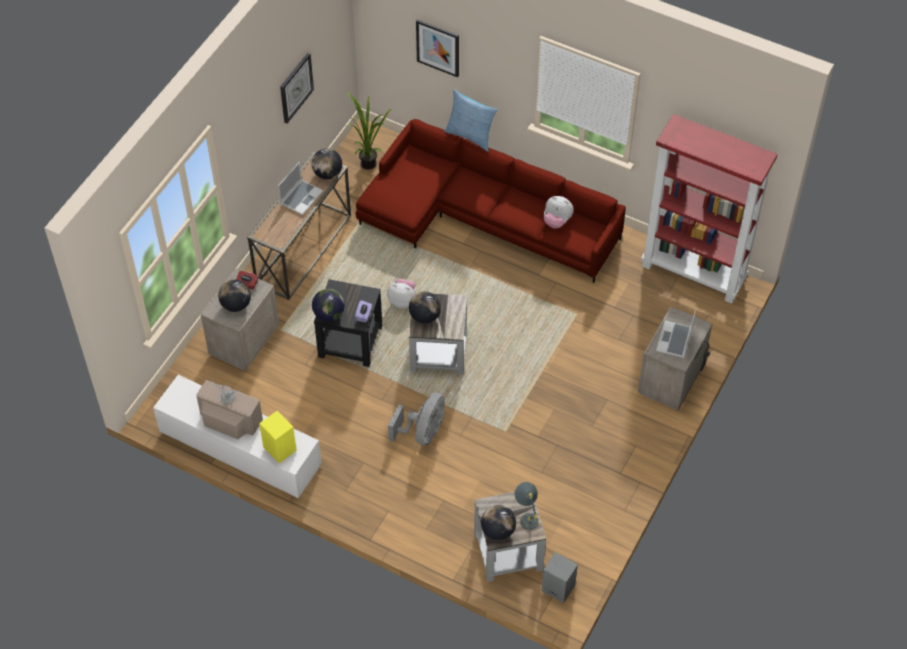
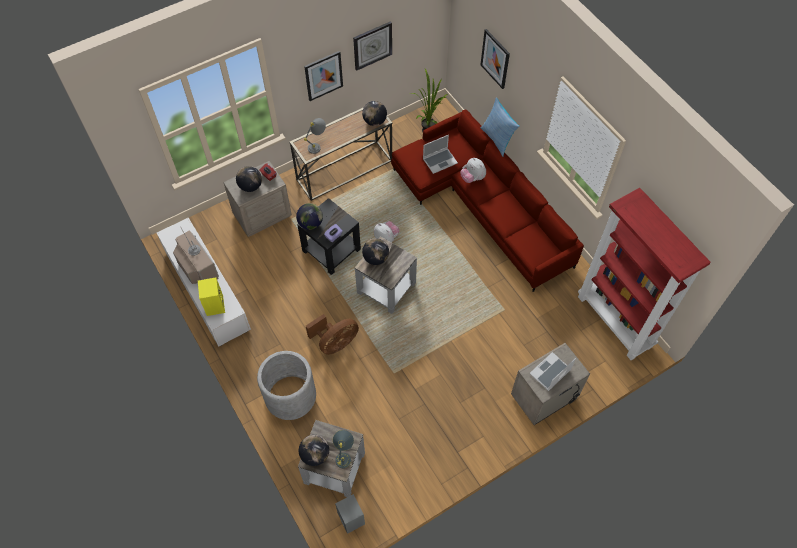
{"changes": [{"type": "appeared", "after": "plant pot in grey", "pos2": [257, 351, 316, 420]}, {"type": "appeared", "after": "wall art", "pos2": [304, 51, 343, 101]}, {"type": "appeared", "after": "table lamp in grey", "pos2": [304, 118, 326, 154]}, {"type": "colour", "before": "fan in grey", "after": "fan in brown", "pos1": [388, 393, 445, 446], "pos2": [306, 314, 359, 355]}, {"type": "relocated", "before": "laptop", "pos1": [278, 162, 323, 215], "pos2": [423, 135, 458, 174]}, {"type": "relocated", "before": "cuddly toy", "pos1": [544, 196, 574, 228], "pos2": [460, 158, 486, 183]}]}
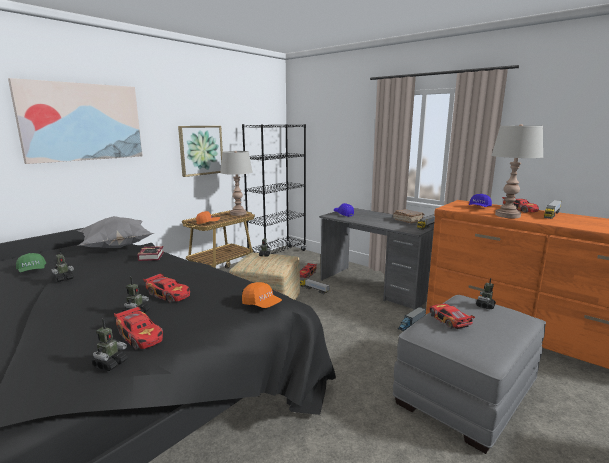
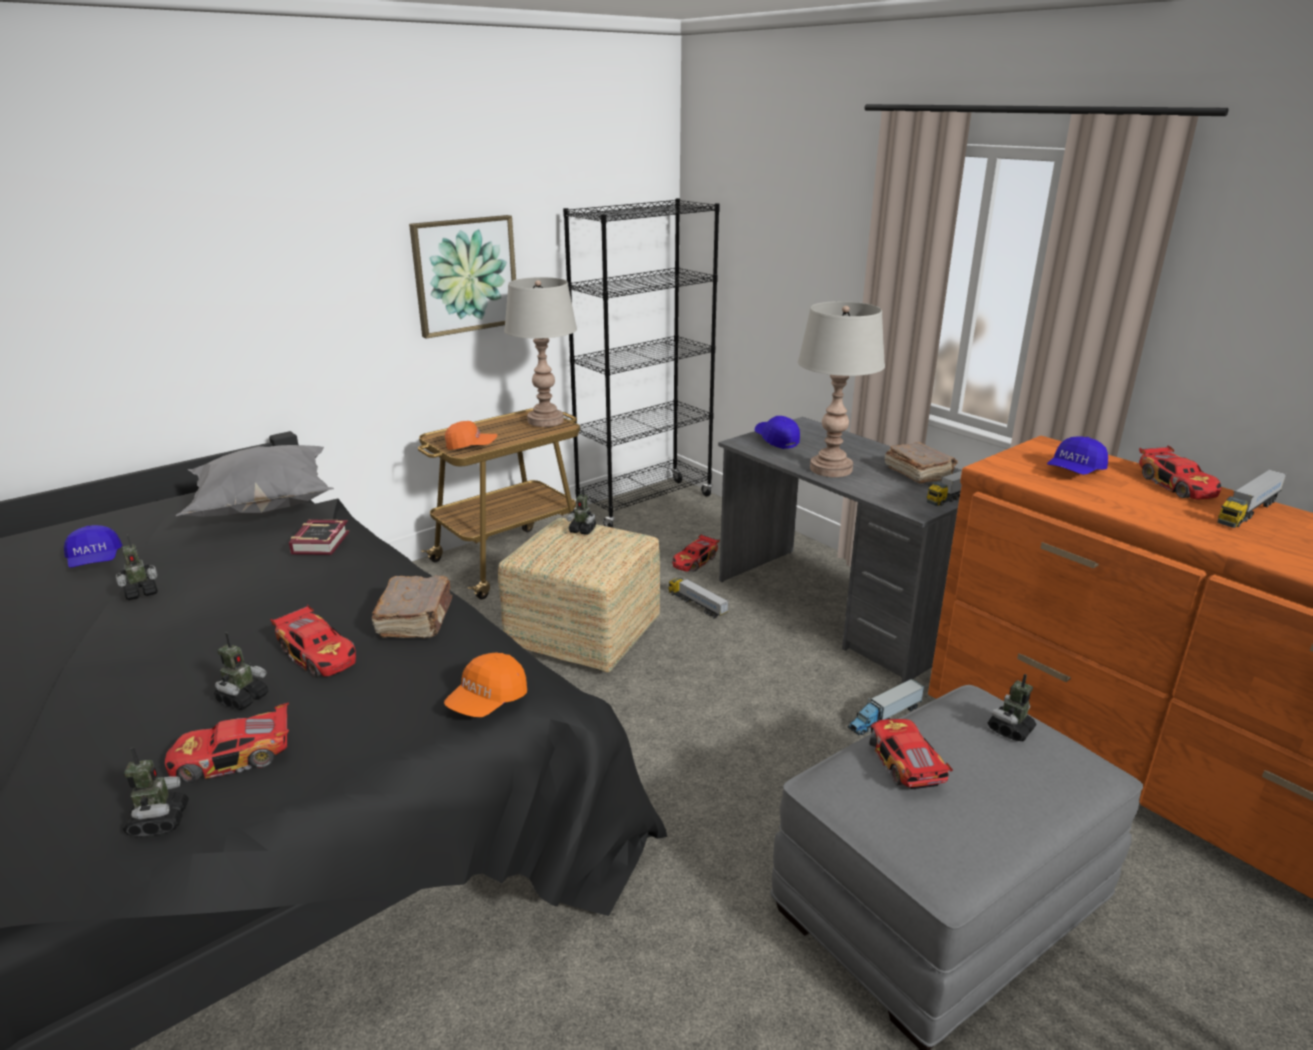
{"changes": [{"type": "colour", "before": "baseball cap in green-coloured", "after": "baseball cap in blue", "pos1": [16, 253, 46, 273], "pos2": [64, 525, 122, 568]}, {"type": "spun", "before": "model robot", "pos1": [91, 319, 127, 371], "pos2": [123, 748, 189, 836], "turn": -45}, {"type": "spun", "before": "miniature car", "pos1": [114, 306, 163, 349], "pos2": [165, 703, 289, 783], "turn": 105}, {"type": "appeared", "after": "book in brown", "pos2": [372, 575, 452, 638]}, {"type": "spun", "before": "baseball cap in orange", "pos1": [242, 282, 282, 308], "pos2": [444, 652, 527, 717], "turn": 75}, {"type": "relocated", "before": "table lamp in grey", "pos1": [491, 124, 543, 218], "pos2": [798, 301, 885, 477]}, {"type": "missing", "before": "wall art", "pos1": [8, 78, 143, 164]}]}
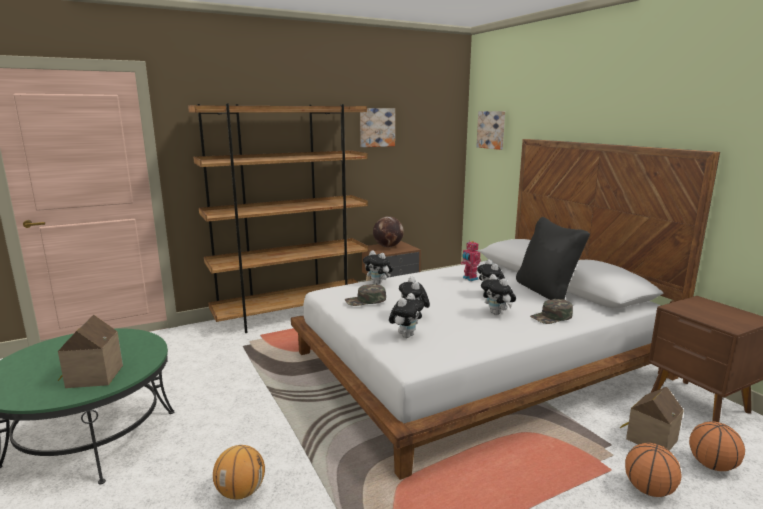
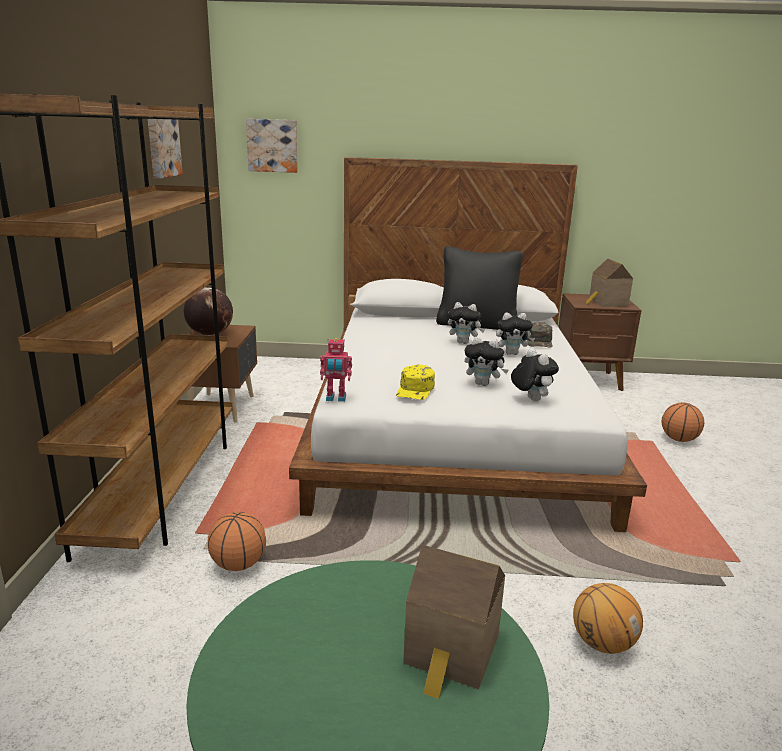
{"changes": [{"type": "relocated", "before": "basketball", "pos1": [689, 421, 745, 471], "pos2": [208, 512, 266, 571]}, {"type": "relocated", "before": "model robot", "pos1": [461, 241, 481, 281], "pos2": [320, 338, 352, 402]}, {"type": "colour", "before": "baseball cap in green-coloured", "after": "baseball cap in yellow-coloured", "pos1": [345, 284, 386, 306], "pos2": [396, 364, 435, 400]}, {"type": "relocated", "before": "miniature house", "pos1": [620, 387, 684, 451], "pos2": [585, 258, 633, 307]}, {"type": "missing", "before": "cuddly toy", "pos1": [363, 250, 393, 285]}]}
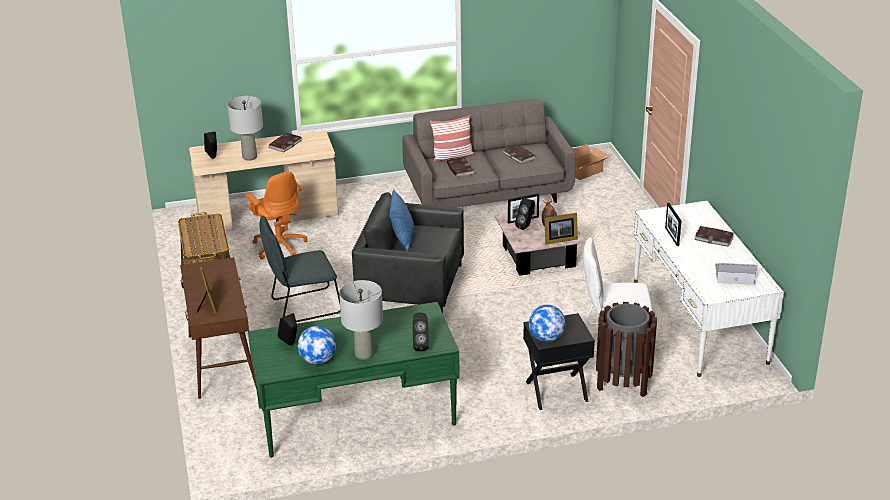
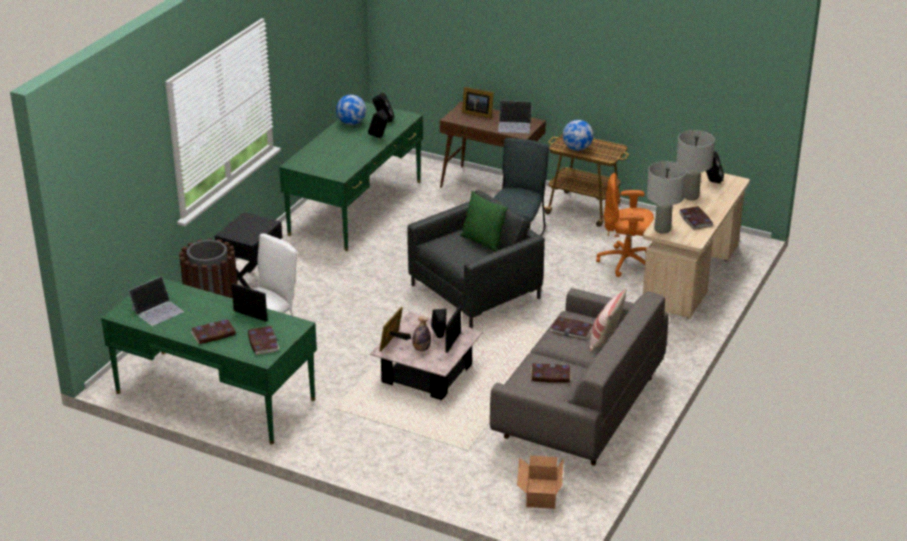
{"changes": [{"type": "colour", "before": "desk table in white", "after": "desk table in green-coloured", "pos1": [634, 201, 784, 377], "pos2": [101, 276, 317, 445]}, {"type": "appeared", "after": "book", "pos2": [248, 326, 279, 355]}, {"type": "relocated", "before": "speaker in blackish", "pos1": [413, 312, 429, 351], "pos2": [368, 109, 388, 138]}, {"type": "colour", "before": "pillow in blue", "after": "pillow in green-coloured", "pos1": [389, 189, 414, 251], "pos2": [460, 191, 508, 251]}, {"type": "appeared", "after": "laptop", "pos2": [498, 100, 532, 133]}, {"type": "relocated", "before": "world globe", "pos1": [529, 305, 566, 342], "pos2": [563, 120, 593, 151]}, {"type": "relocated", "before": "table lamp in grey", "pos1": [339, 280, 383, 360], "pos2": [647, 161, 687, 234]}]}
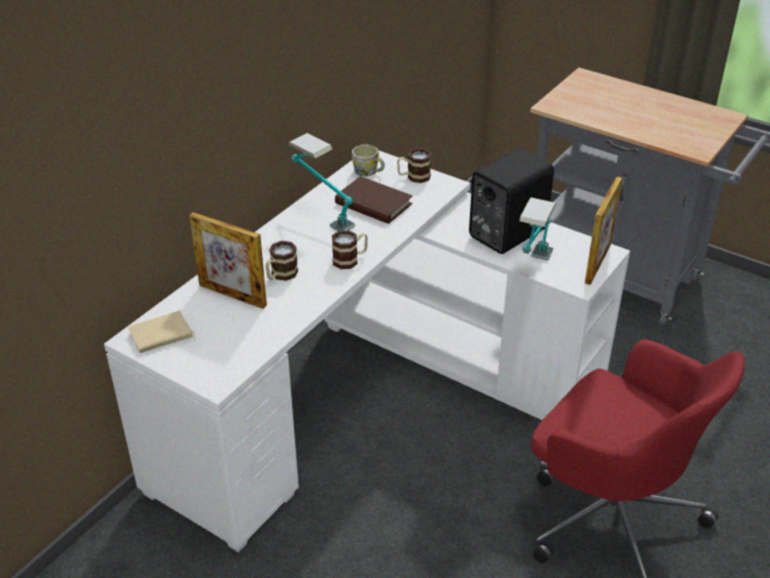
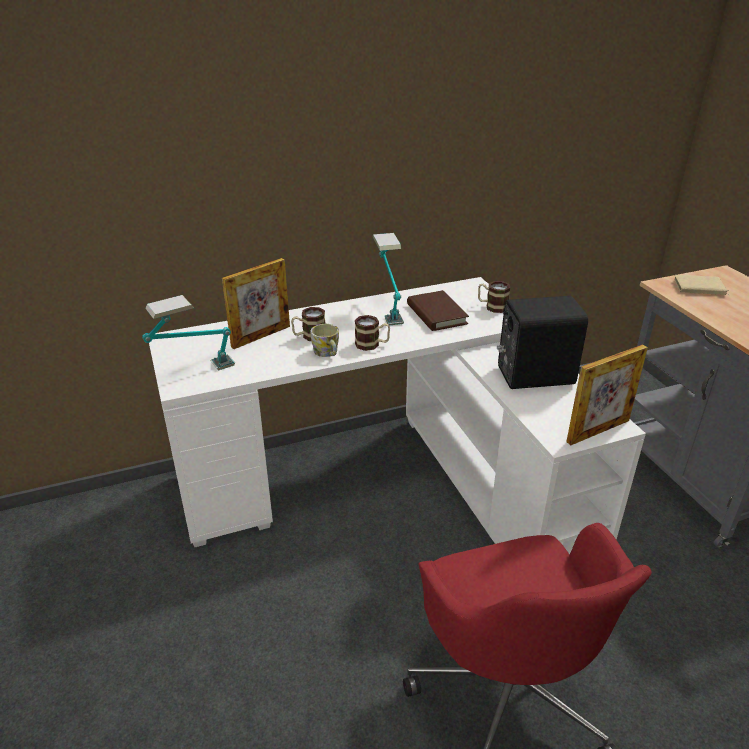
{"changes": [{"type": "relocated", "before": "table lamp", "pos1": [519, 197, 556, 260], "pos2": [142, 295, 235, 371]}, {"type": "spun", "before": "standing frame", "pos1": [189, 212, 267, 309], "pos2": [222, 258, 290, 349], "turn": -105}, {"type": "relocated", "before": "tea mug", "pos1": [352, 144, 385, 176], "pos2": [311, 324, 339, 357]}, {"type": "relocated", "before": "book in beige", "pos1": [128, 311, 196, 353], "pos2": [674, 275, 730, 295]}]}
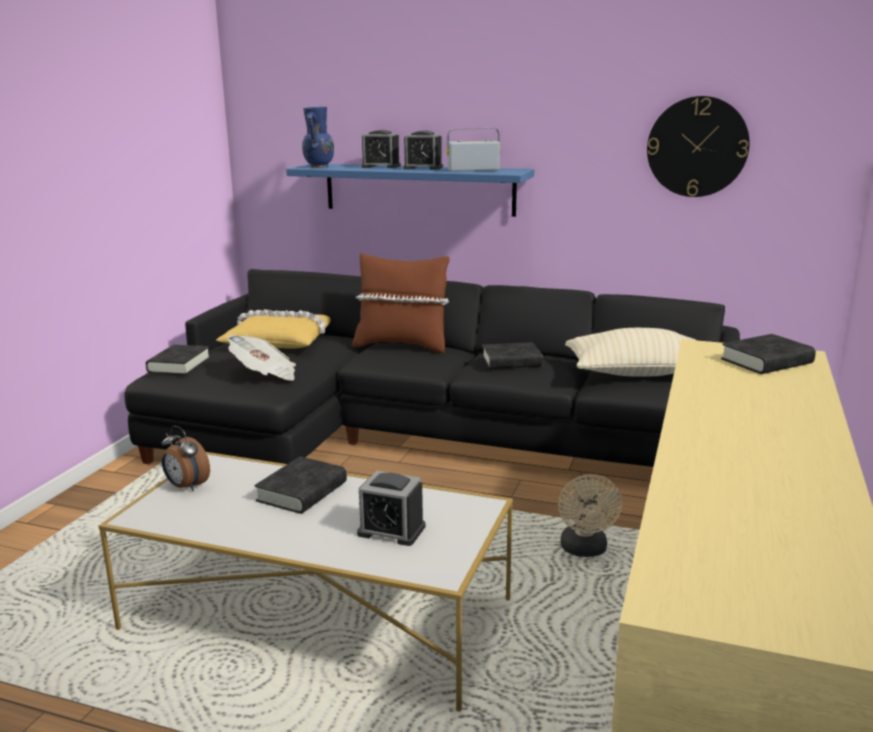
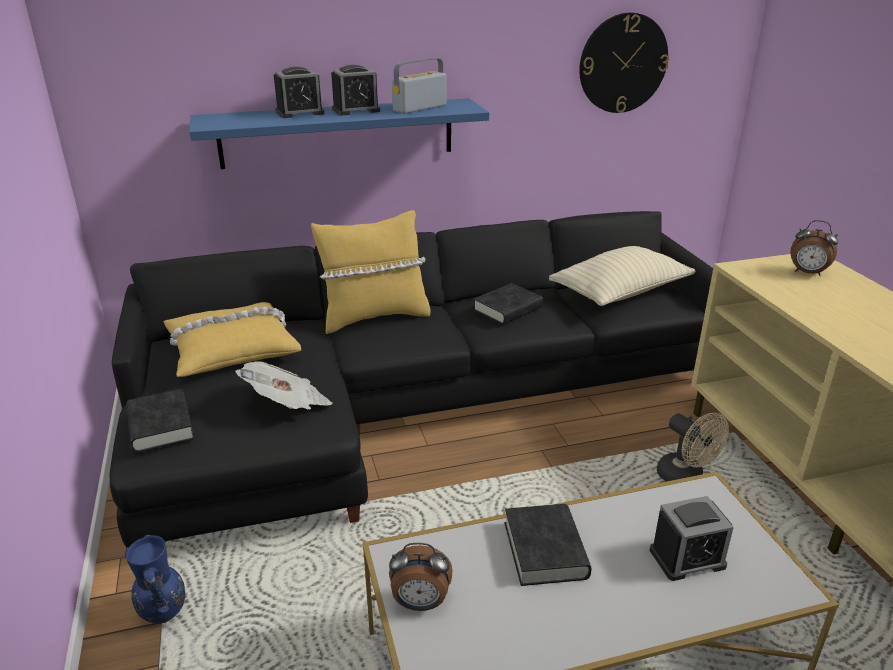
{"changes": [{"type": "relocated", "before": "vase in blue", "pos1": [302, 106, 334, 168], "pos2": [126, 535, 185, 624]}, {"type": "colour", "before": "pillow in brown", "after": "pillow in yellow-coloured", "pos1": [352, 253, 450, 353], "pos2": [311, 210, 431, 334]}, {"type": "exchanged", "before": "book in blackish", "after": "table clock", "pos1": [721, 334, 816, 374], "pos2": [790, 220, 838, 276]}]}
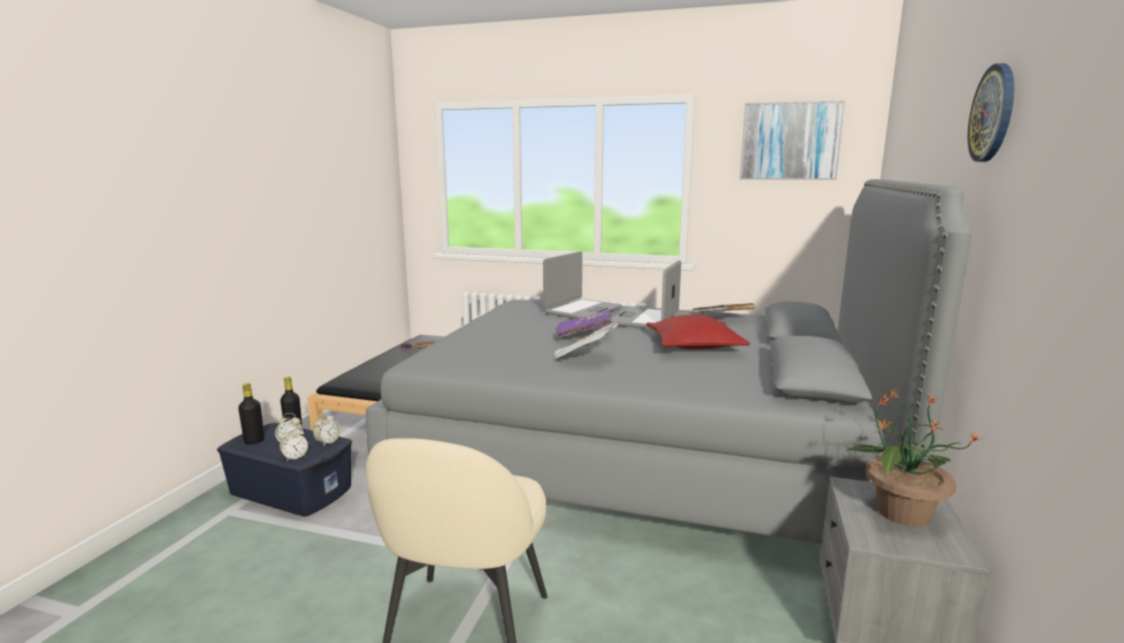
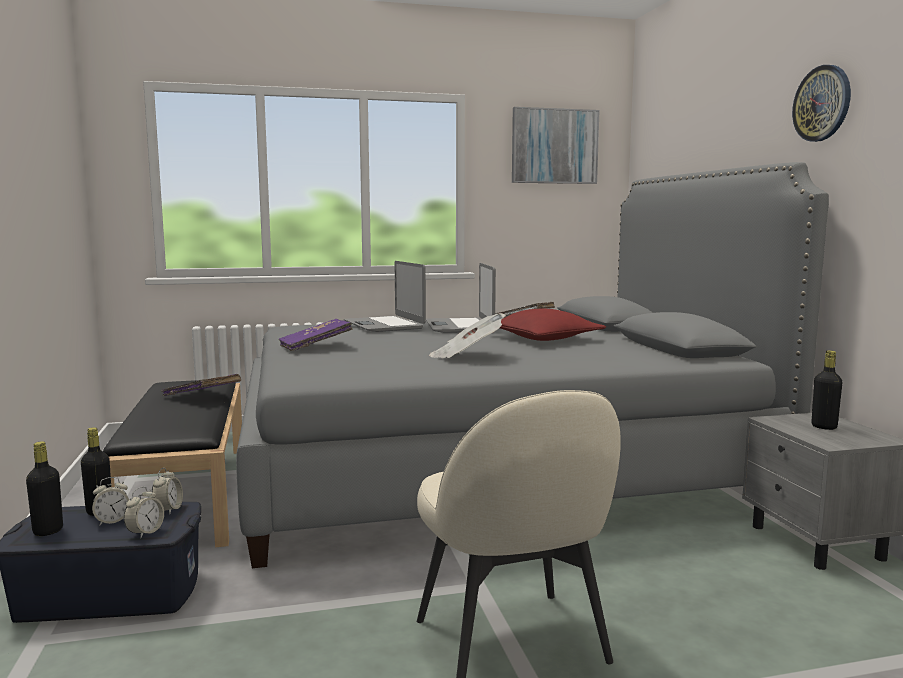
{"changes": [{"type": "relocated", "before": "book in purple", "pos1": [556, 311, 612, 338], "pos2": [279, 319, 353, 351]}, {"type": "spun", "before": "laptop", "pos1": [543, 252, 622, 319], "pos2": [344, 261, 426, 332], "turn": 150}, {"type": "exchanged", "before": "plant in a pot", "after": "bottle in blackish", "pos1": [846, 389, 982, 527], "pos2": [811, 350, 843, 430]}]}
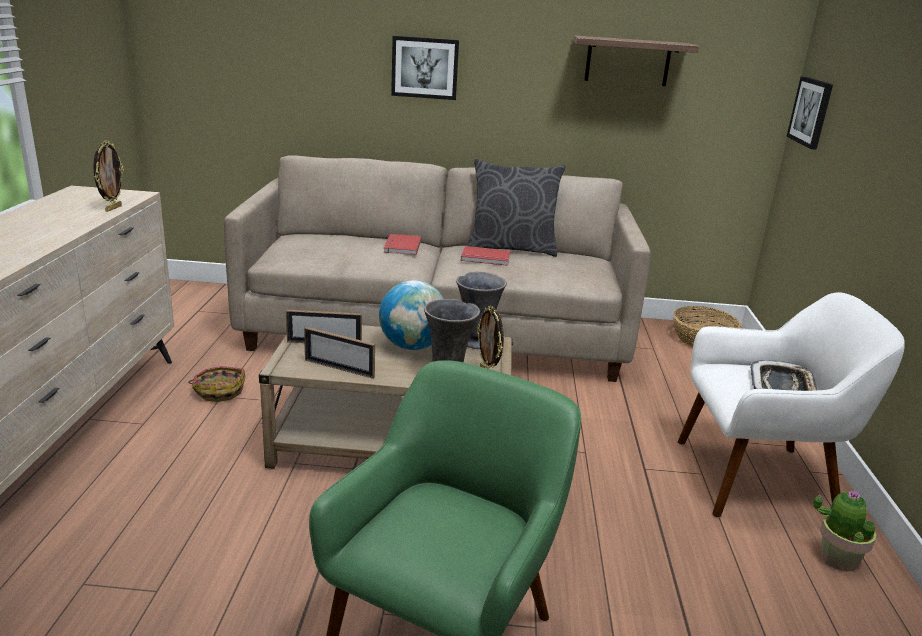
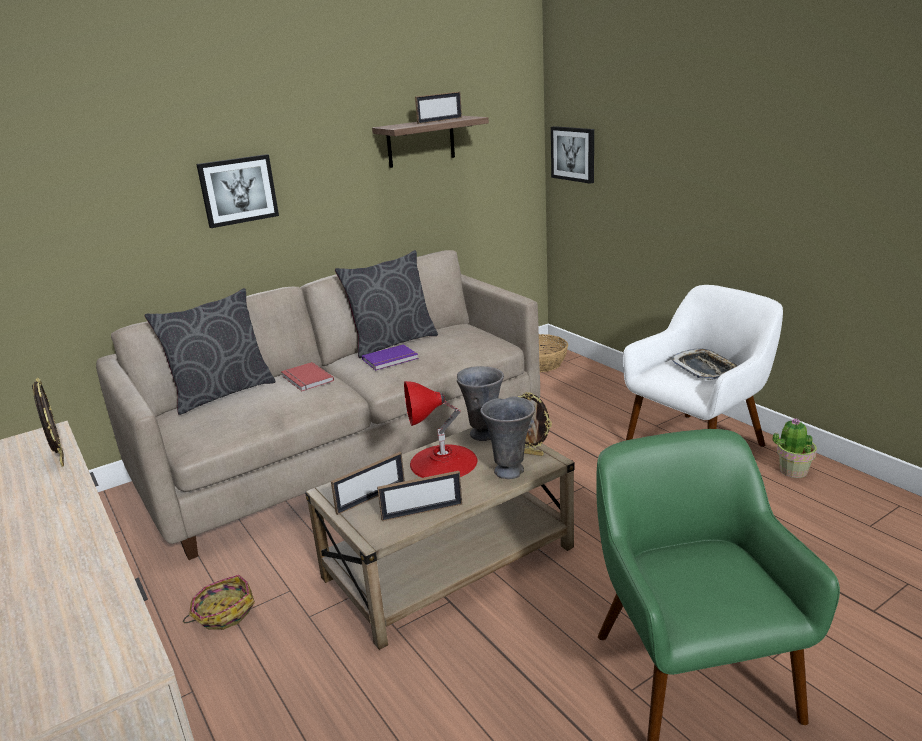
{"changes": [{"type": "appeared", "after": "pillow in grey", "pos2": [144, 288, 275, 415]}, {"type": "colour", "before": "book in red", "after": "book in purple", "pos1": [461, 246, 510, 266], "pos2": [362, 344, 418, 370]}, {"type": "exchanged", "before": "world globe", "after": "table lamp in red", "pos1": [379, 280, 444, 350], "pos2": [404, 381, 477, 478]}, {"type": "appeared", "after": "standing frame", "pos2": [415, 92, 462, 124]}]}
